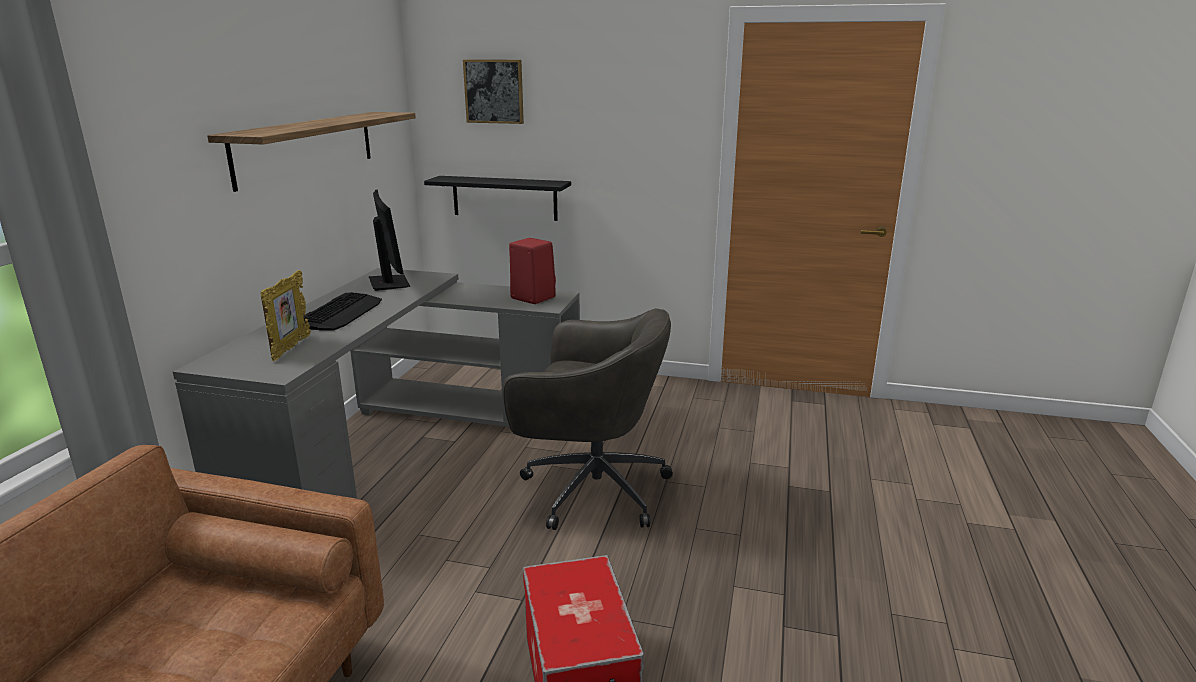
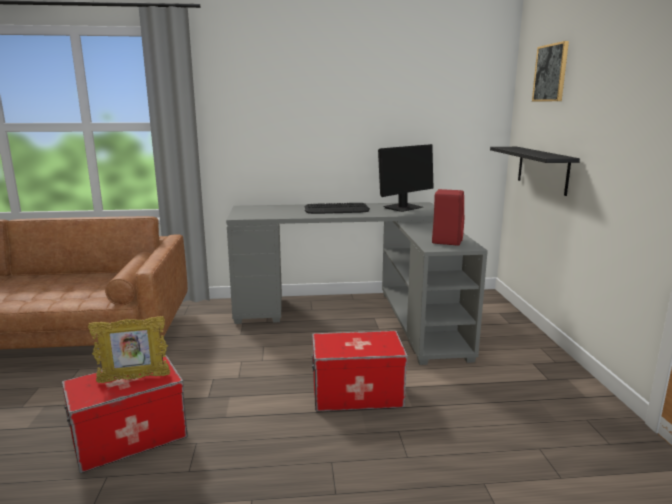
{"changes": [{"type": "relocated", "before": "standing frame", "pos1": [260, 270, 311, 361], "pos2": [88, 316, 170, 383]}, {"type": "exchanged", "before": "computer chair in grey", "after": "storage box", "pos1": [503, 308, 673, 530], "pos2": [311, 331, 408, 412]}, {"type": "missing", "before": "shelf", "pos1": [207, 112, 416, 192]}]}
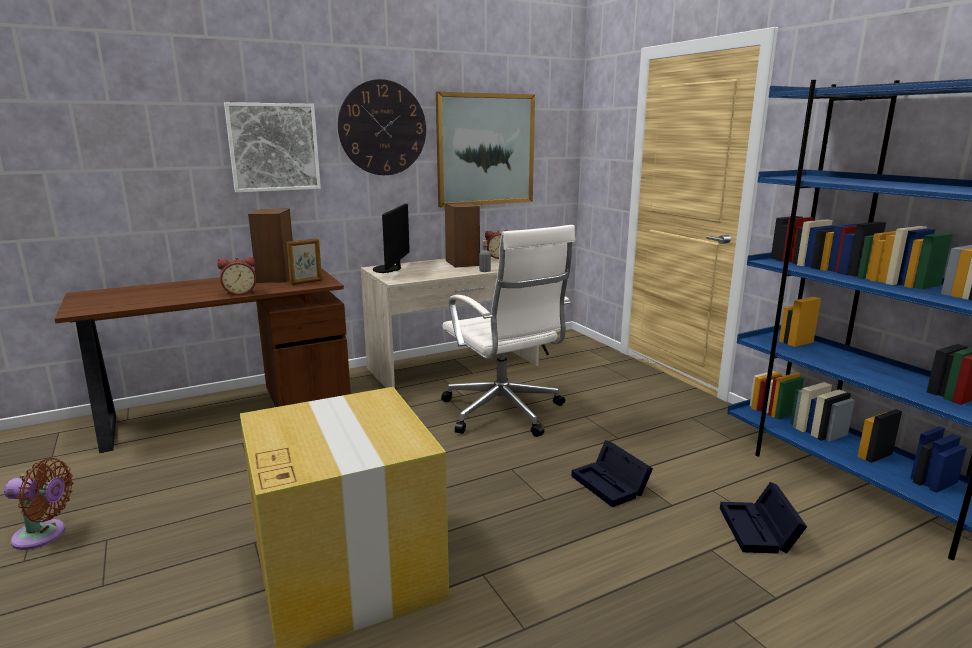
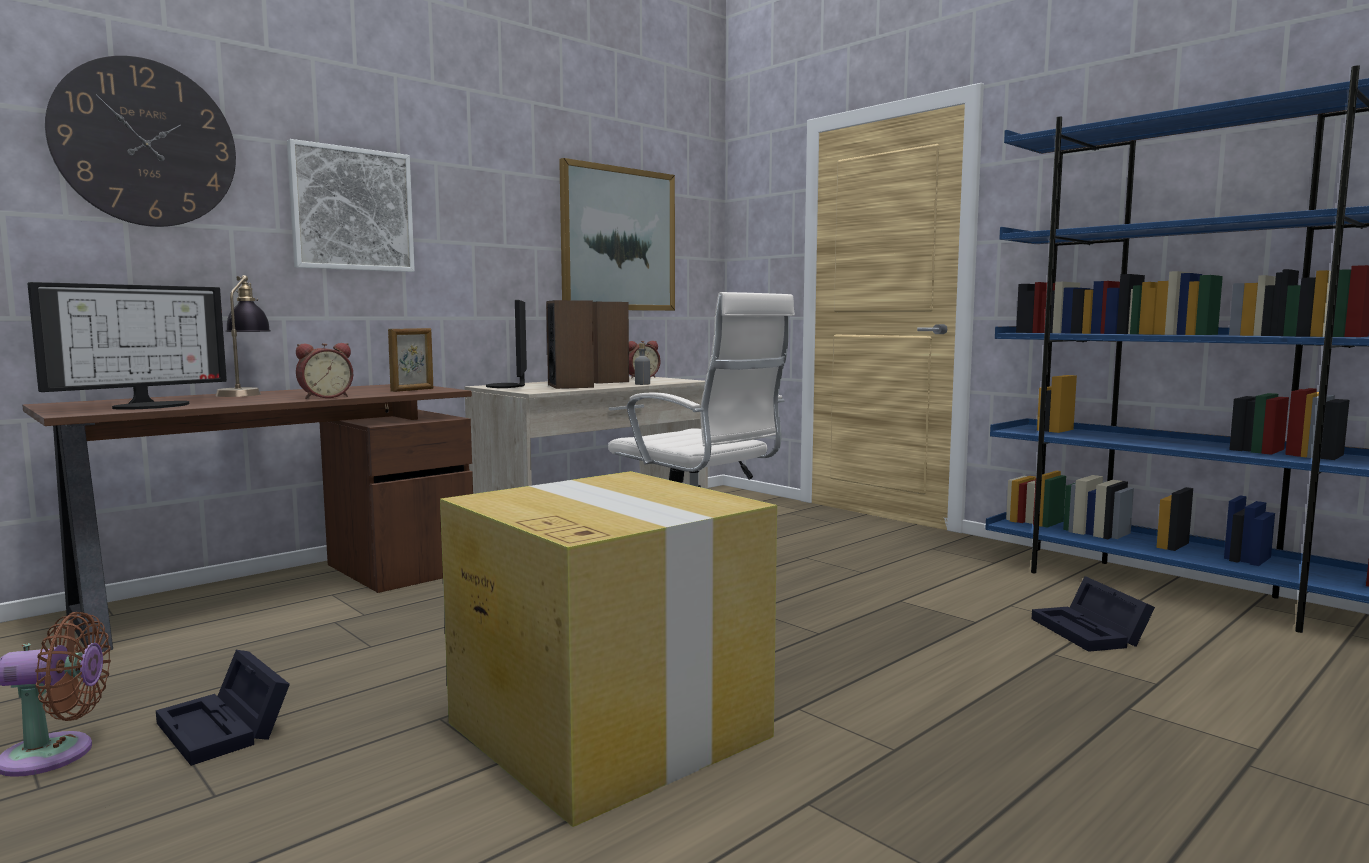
{"changes": [{"type": "appeared", "after": "computer screen", "pos2": [28, 282, 227, 409]}, {"type": "relocated", "before": "wall clock", "pos1": [338, 79, 426, 175], "pos2": [45, 56, 236, 227]}, {"type": "relocated", "before": "storage box in blackish", "pos1": [571, 440, 653, 507], "pos2": [156, 650, 290, 766]}, {"type": "appeared", "after": "table lamp", "pos2": [216, 275, 271, 397]}, {"type": "relocated", "before": "speaker", "pos1": [248, 209, 293, 283], "pos2": [546, 300, 594, 389]}]}
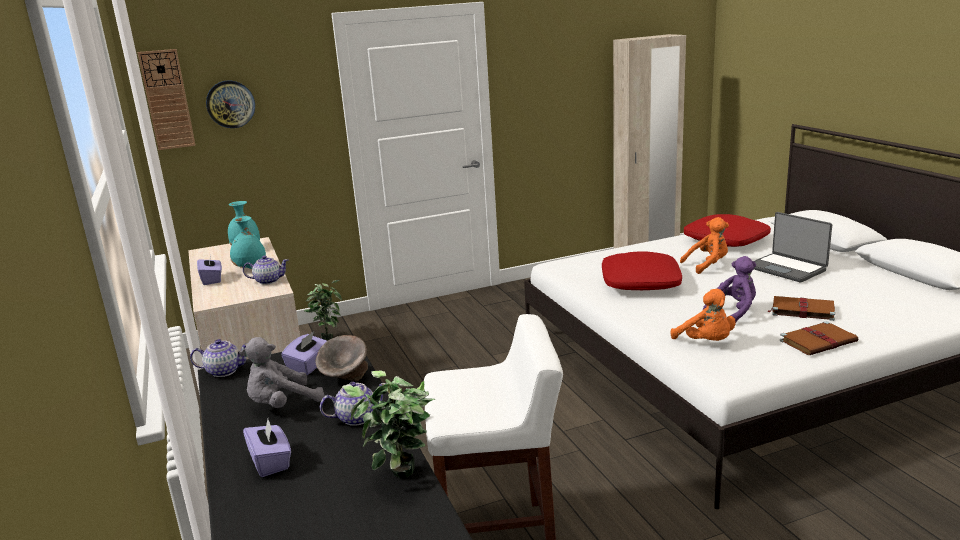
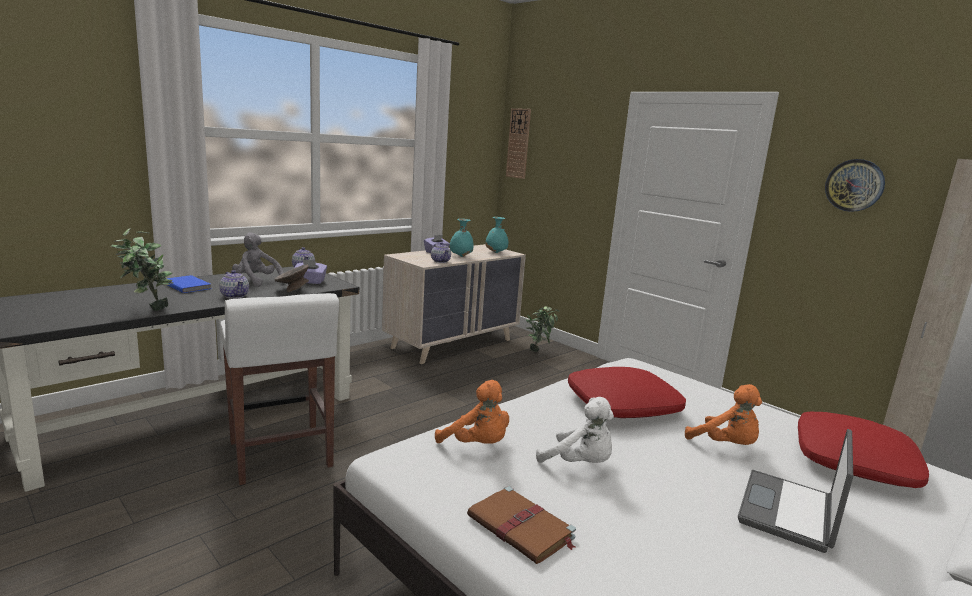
{"changes": [{"type": "exchanged", "before": "box of tissues in purple", "after": "book in blue", "pos1": [243, 419, 291, 477], "pos2": [166, 275, 211, 293]}, {"type": "spun", "before": "cuddly toy in orange", "pos1": [671, 289, 736, 341], "pos2": [435, 380, 509, 444], "turn": -90}, {"type": "colour", "before": "cuddly toy in purple", "after": "cuddly toy in white", "pos1": [703, 256, 756, 322], "pos2": [536, 397, 614, 463]}, {"type": "relocated", "before": "wall clock", "pos1": [206, 80, 255, 128], "pos2": [825, 159, 885, 212]}, {"type": "missing", "before": "book in brown", "pos1": [767, 296, 835, 321]}]}
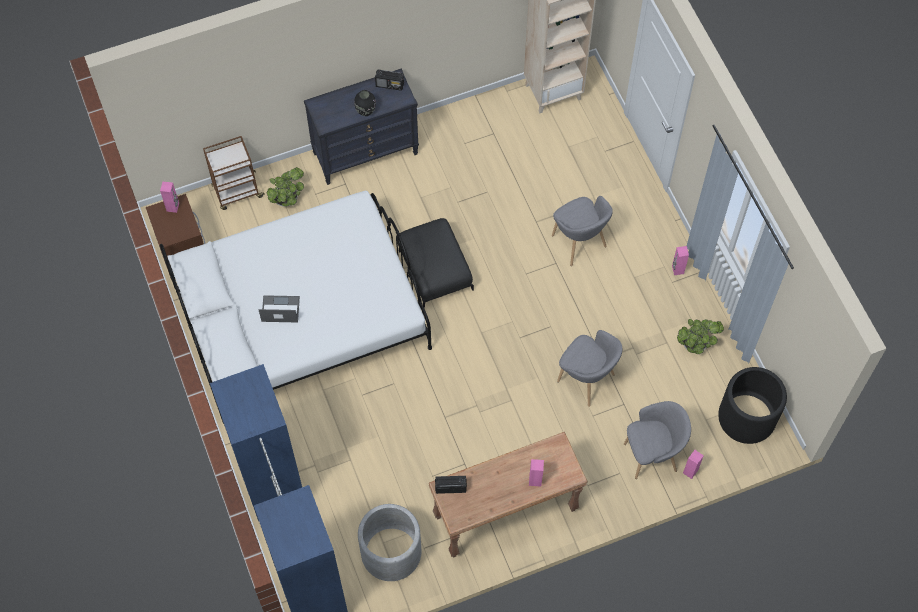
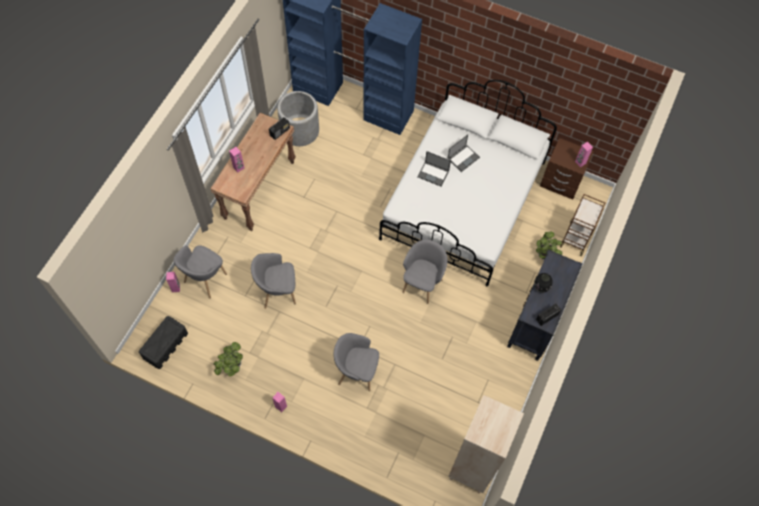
{"changes": [{"type": "exchanged", "before": "plant pot in blackish", "after": "storage box in blackish", "pos1": [718, 367, 787, 444], "pos2": [139, 316, 188, 369]}, {"type": "exchanged", "before": "pouffe in blackish", "after": "lounge chair in grey", "pos1": [397, 218, 474, 308], "pos2": [402, 240, 448, 304]}, {"type": "appeared", "after": "laptop", "pos2": [417, 151, 451, 187]}]}
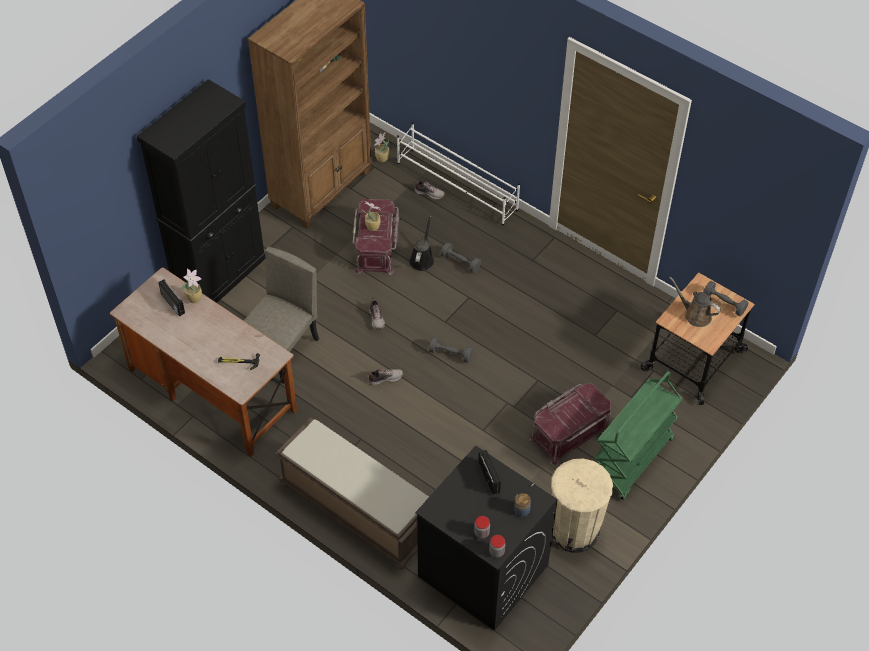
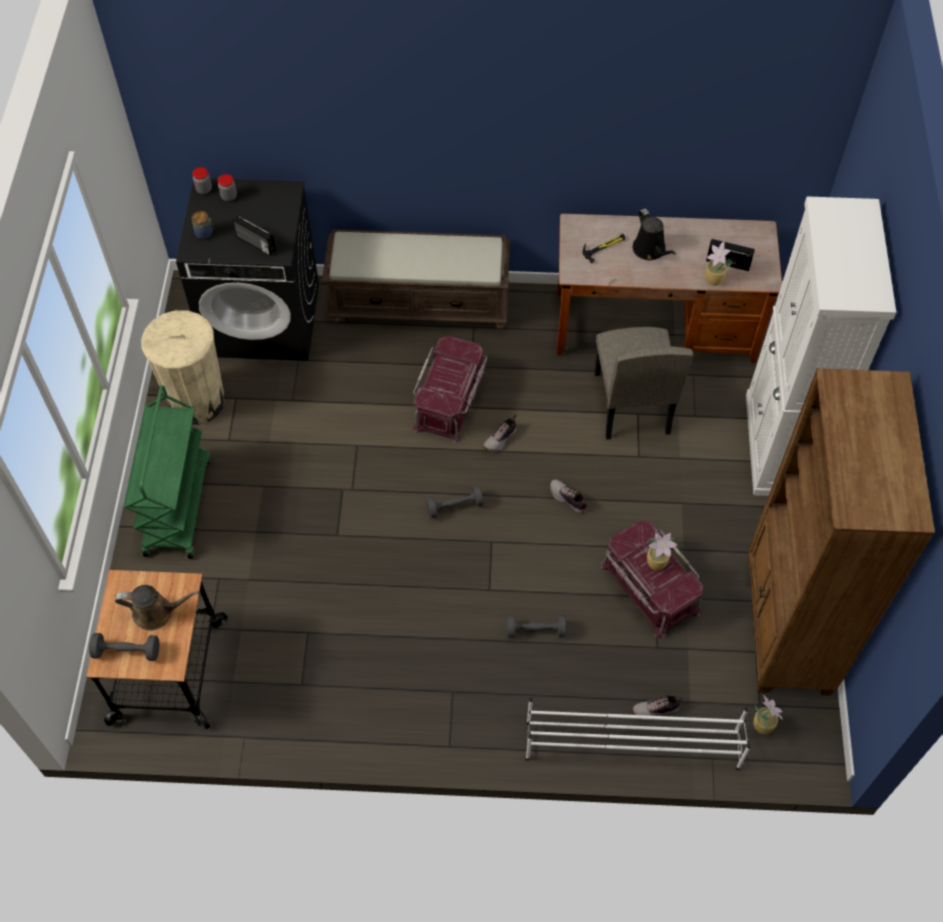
{"changes": [{"type": "relocated", "before": "storage box in red", "pos1": [529, 383, 611, 465], "pos2": [412, 336, 487, 443]}, {"type": "relocated", "before": "watering pot in blackish", "pos1": [409, 215, 434, 271], "pos2": [633, 209, 676, 260]}, {"type": "colour", "before": "cupboard in blackish", "after": "cupboard in white", "pos1": [137, 79, 265, 303], "pos2": [746, 196, 896, 496]}]}
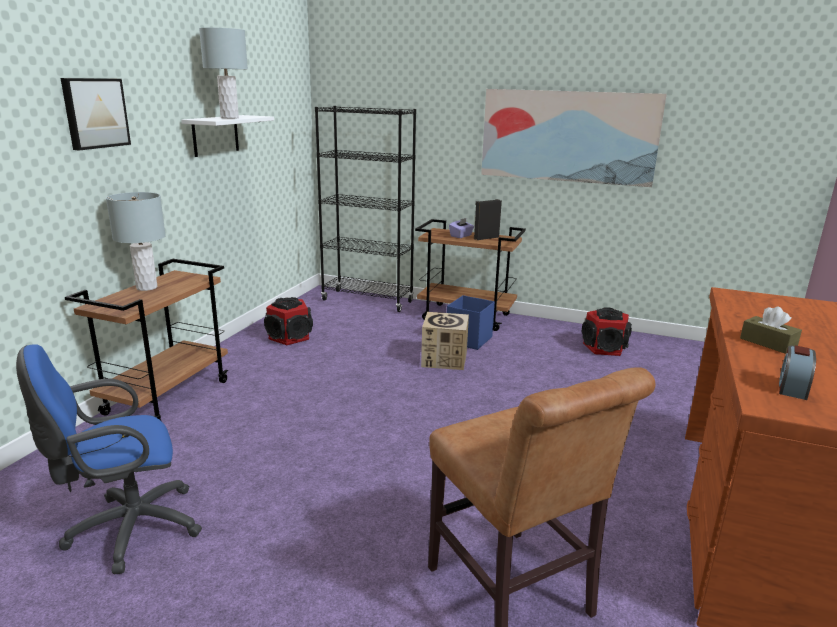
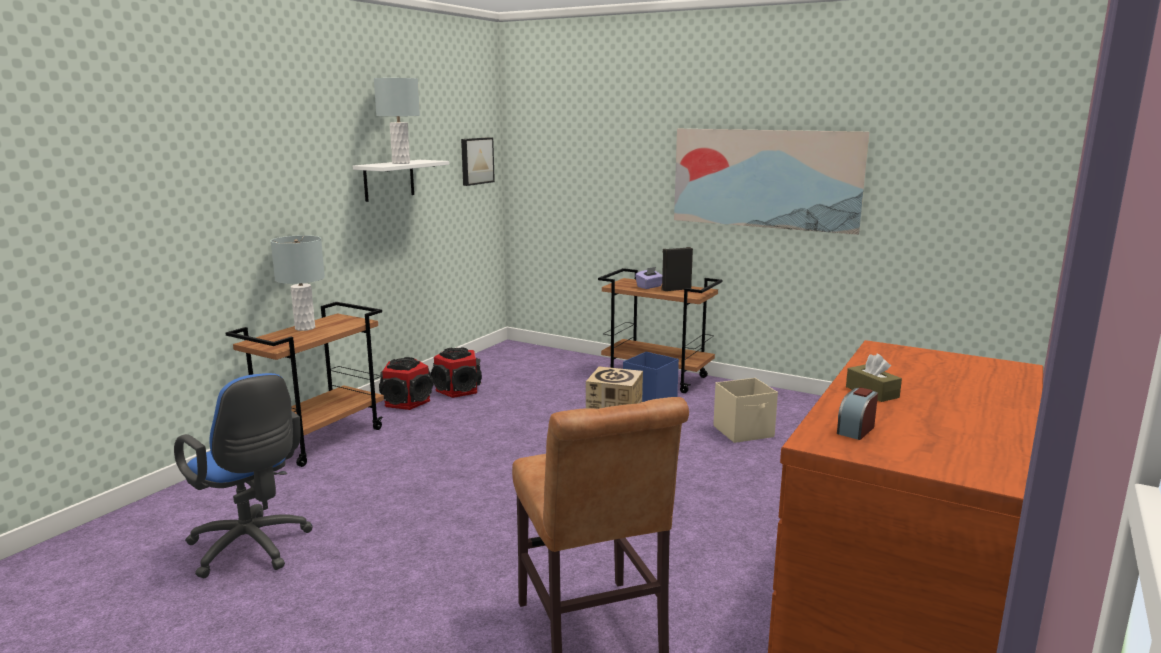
{"changes": [{"type": "spun", "before": "computer chair in blue", "pos1": [16, 344, 202, 574], "pos2": [174, 373, 313, 578], "turn": -120}, {"type": "relocated", "before": "speaker", "pos1": [582, 307, 632, 356], "pos2": [379, 357, 434, 410]}, {"type": "relocated", "before": "wall art", "pos1": [61, 78, 131, 150], "pos2": [461, 137, 495, 186]}, {"type": "appeared", "after": "storage box in beige", "pos2": [713, 378, 778, 443]}, {"type": "missing", "before": "bookcase in blackish", "pos1": [315, 106, 416, 312]}]}
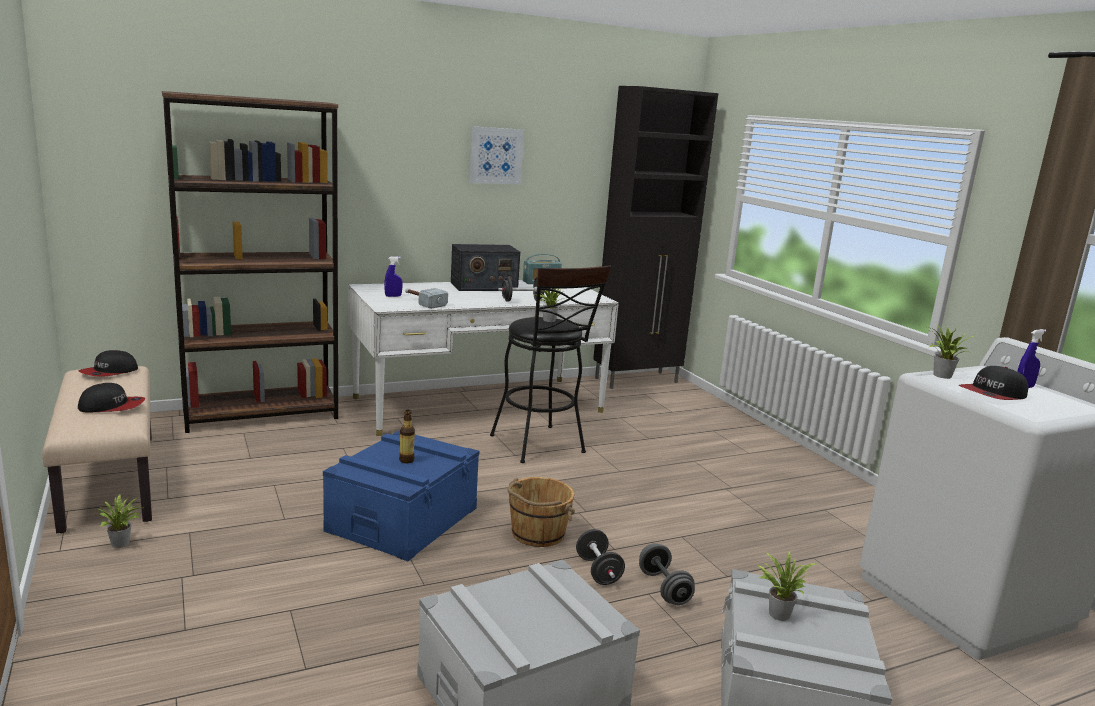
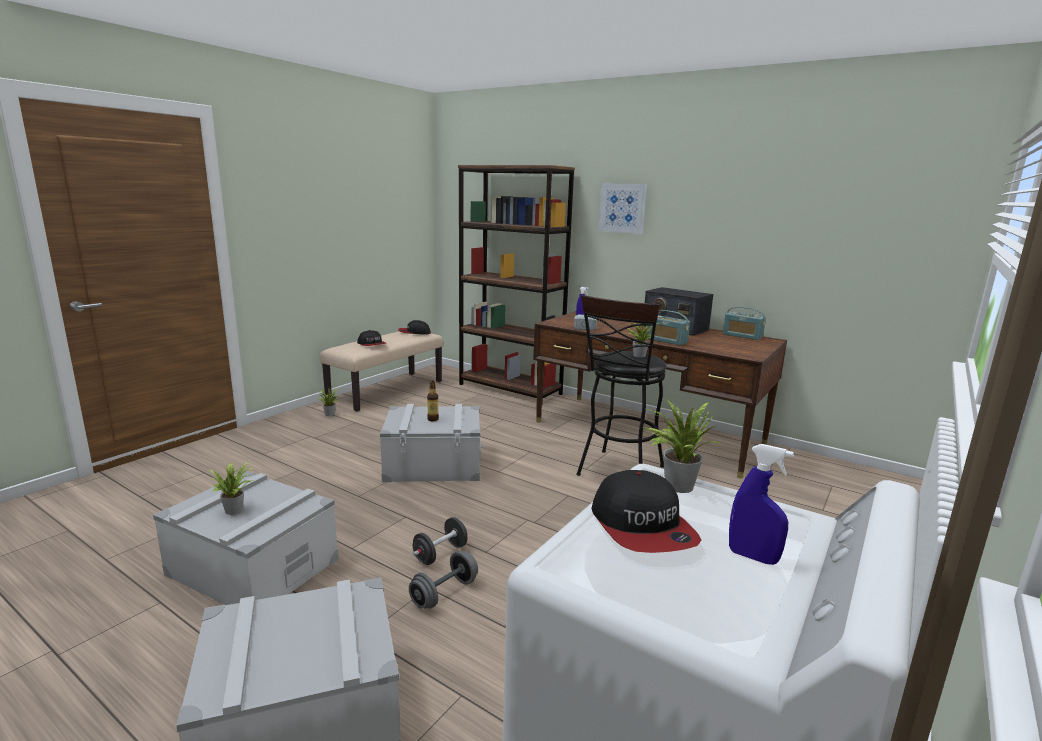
{"changes": [{"type": "relocated", "before": "plant in a pot", "pos1": [757, 550, 818, 621], "pos2": [208, 462, 254, 515]}, {"type": "colour", "before": "storage box in blue", "after": "storage box in grey", "pos1": [323, 430, 479, 561], "pos2": [380, 404, 481, 482]}, {"type": "colour", "before": "desk table in white", "after": "desk table in brown", "pos1": [348, 280, 619, 436], "pos2": [533, 311, 787, 479]}, {"type": "spun", "before": "baseball cap", "pos1": [959, 366, 1028, 400], "pos2": [592, 470, 701, 553], "turn": -135}, {"type": "relocated", "before": "wall art", "pos1": [469, 126, 524, 184], "pos2": [598, 183, 647, 234]}, {"type": "exchanged", "before": "hand weight in blackish", "after": "radio", "pos1": [498, 277, 546, 302], "pos2": [648, 310, 690, 346]}, {"type": "missing", "before": "bucket in brown", "pos1": [507, 477, 575, 547]}, {"type": "missing", "before": "cupboard in blackish", "pos1": [593, 86, 718, 389]}]}
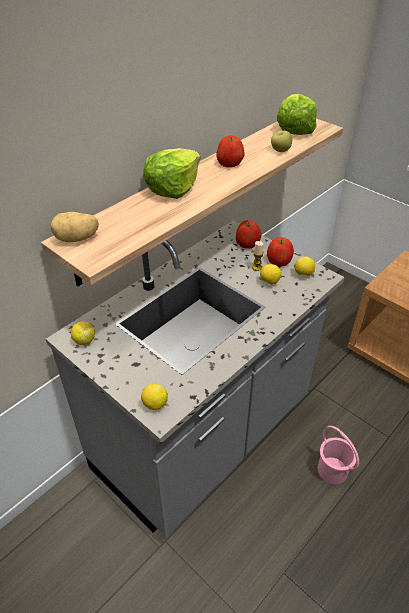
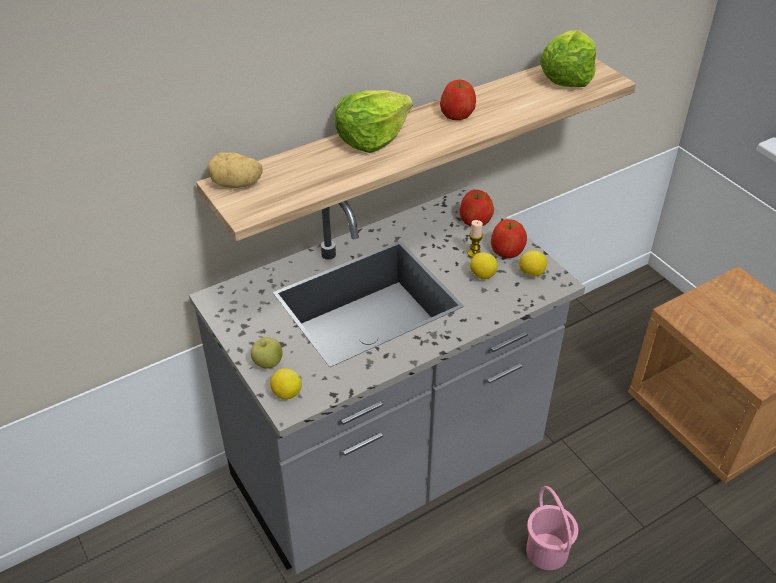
{"changes": [{"type": "relocated", "before": "whole apple", "pos1": [271, 131, 292, 152], "pos2": [251, 337, 283, 369]}, {"type": "missing", "before": "lemon", "pos1": [71, 321, 95, 345]}]}
